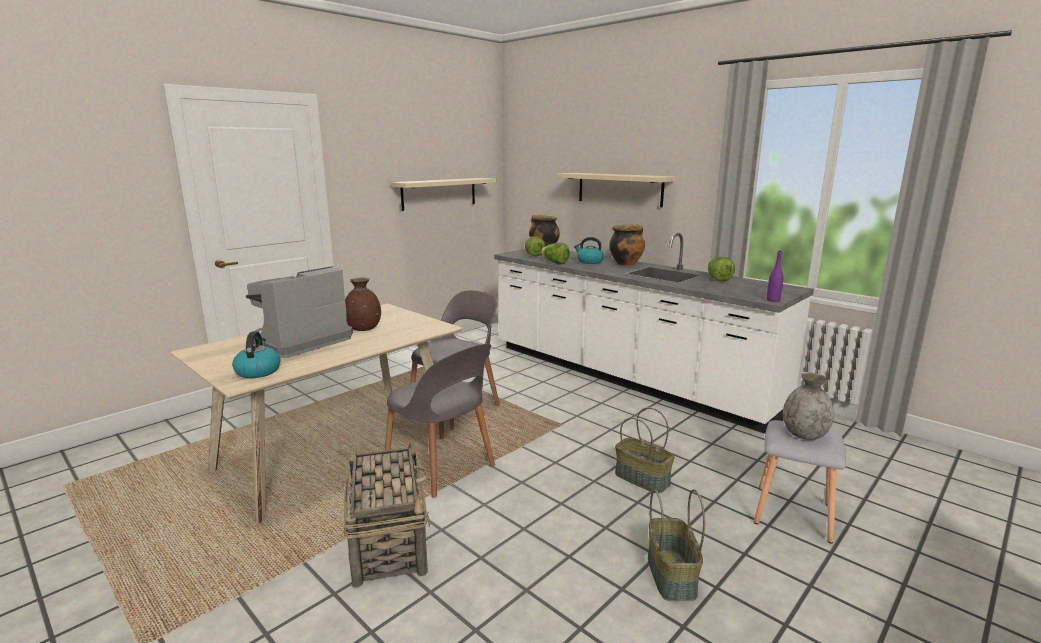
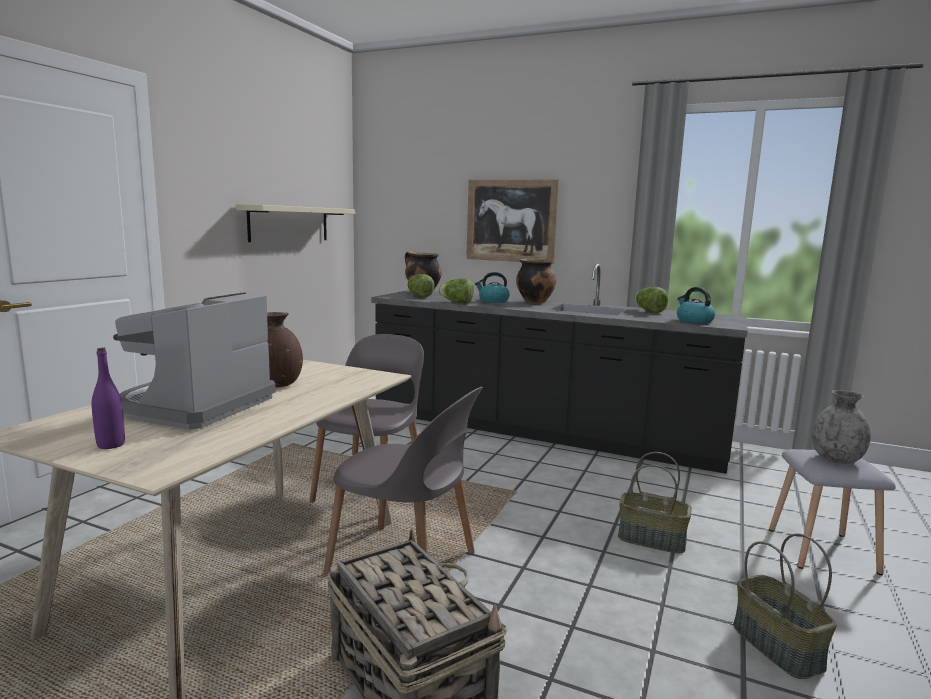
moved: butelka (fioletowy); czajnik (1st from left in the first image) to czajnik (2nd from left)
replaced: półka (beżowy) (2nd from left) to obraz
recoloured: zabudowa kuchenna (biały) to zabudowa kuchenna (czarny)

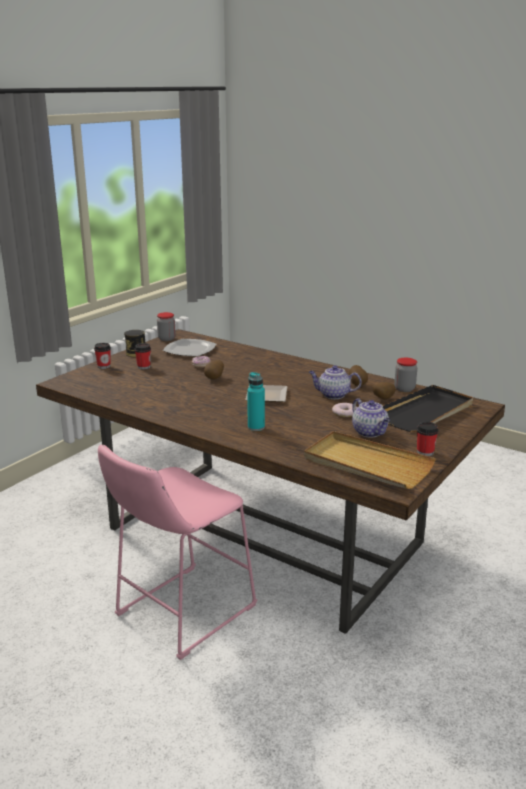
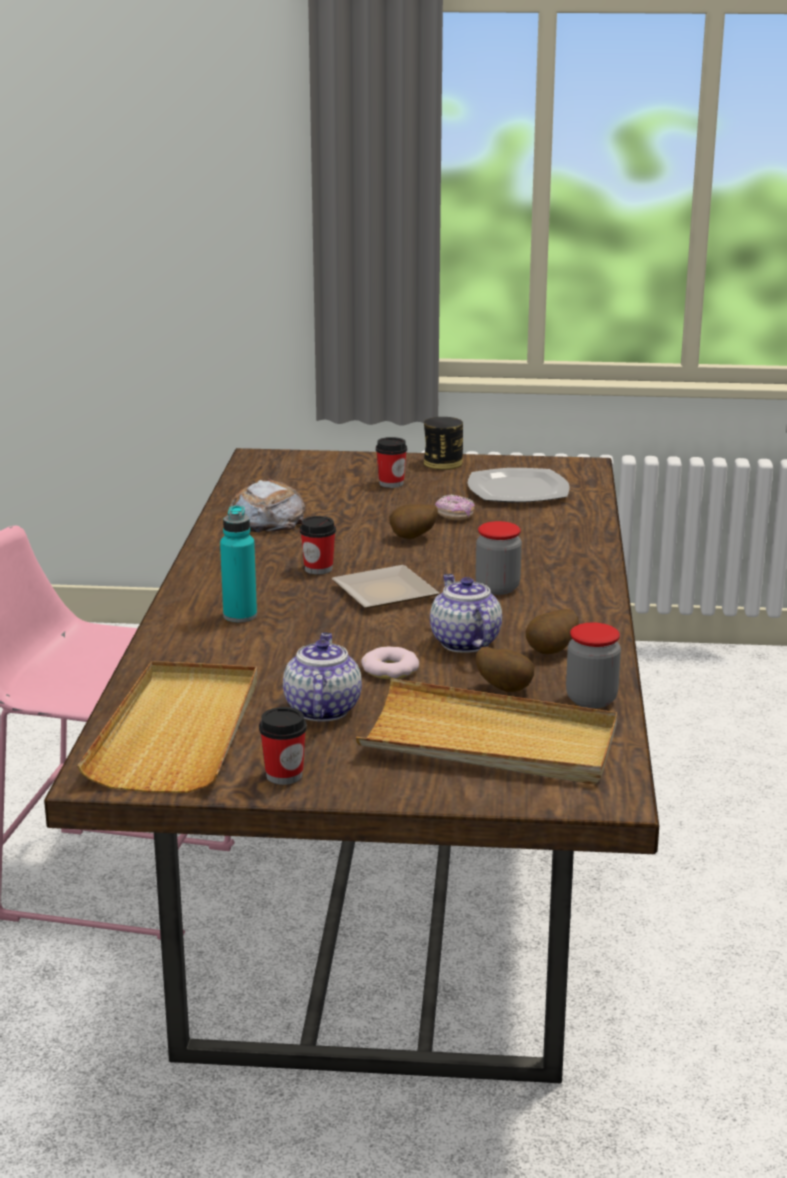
added: chleb
moved: filiżanka (1st from left in the first image) to filiżanka (2nd from left); słoik (1st from left)
recoloured: taca (czarny) to taca (beżowy) (2nd from left)
turned: imbryk (2nd from left in the first image) 150 degrees clockwise

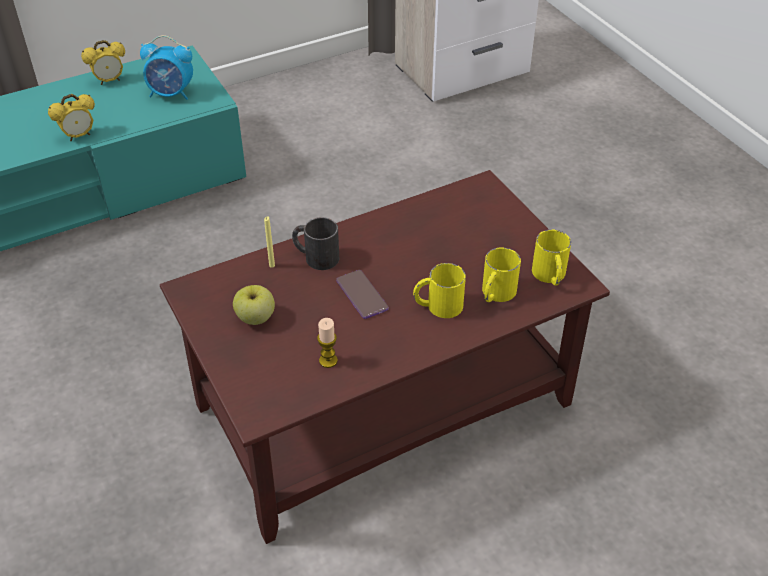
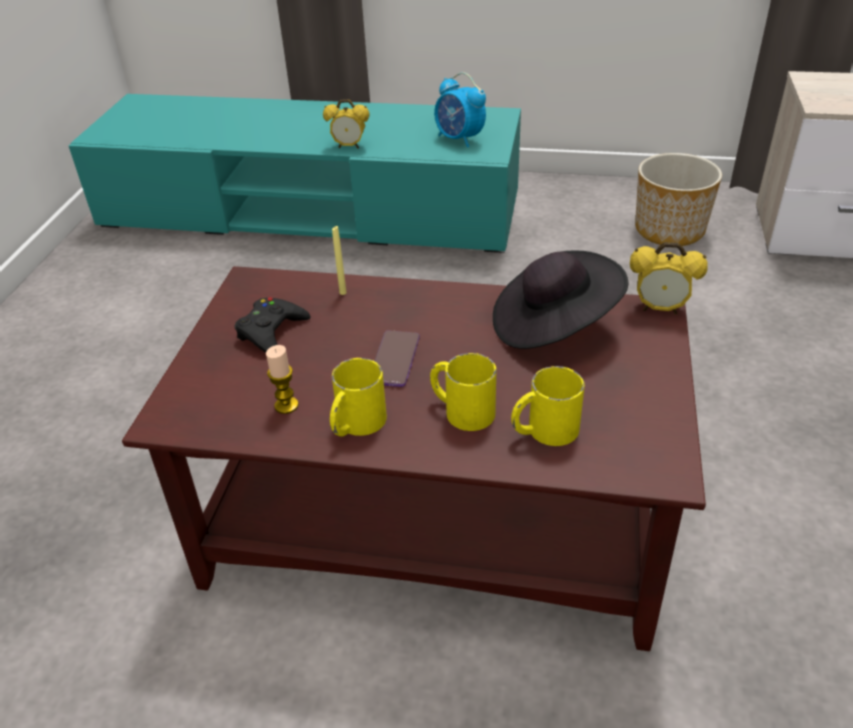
removed: kubek (czarny)
added: kapelusz (czarny); donica
moved: kubek (żółty) (3rd from left in the first image) to kubek (żółty) (1st from left); budzik (2nd from left in the first image) to budzik (3rd from left)
replaced: jabłko to pad do gier (czarny)

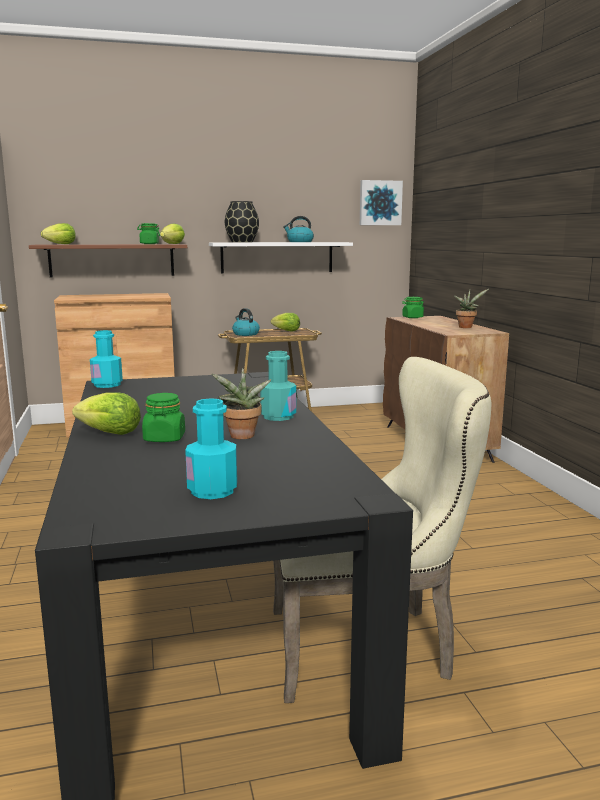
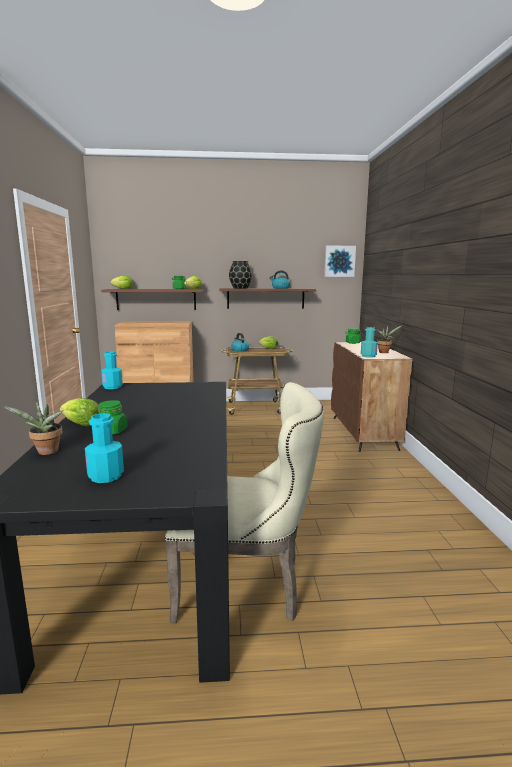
moved: roślina doniczkowa (1st from left); butelka (turkusowy) (3rd from left)
recoloured: półka (biały) to półka (brązowy) (2nd from left)

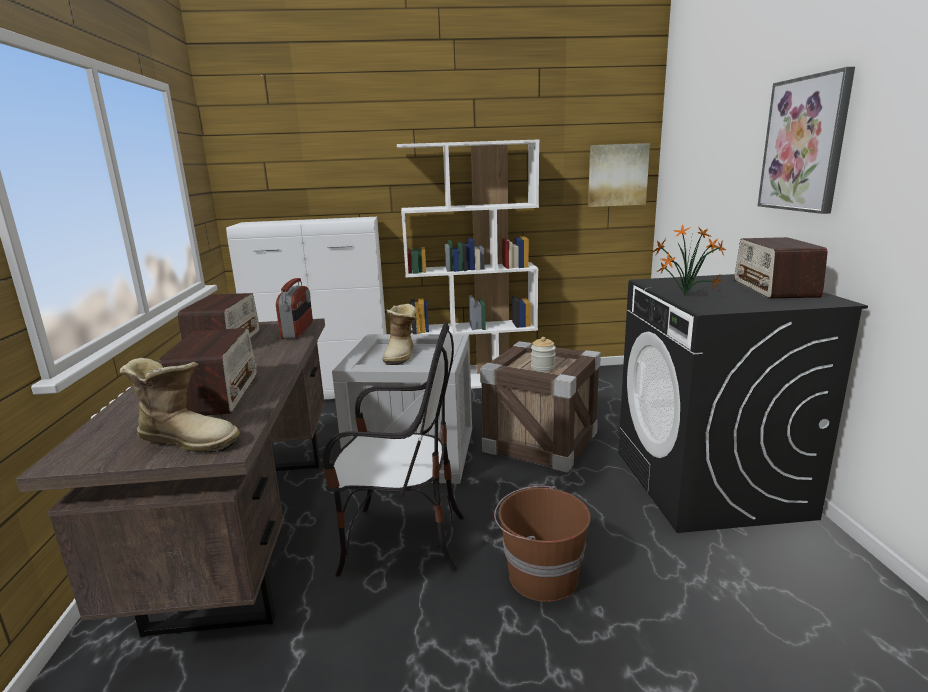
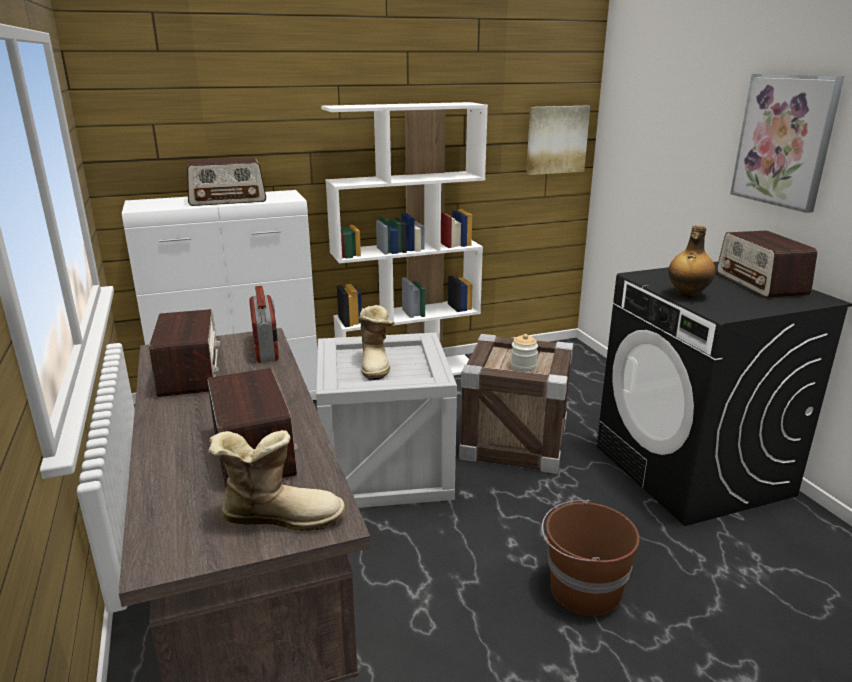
removed: krzesło
added: radio (2nd from left)
replaced: roślina doniczkowa to butelka

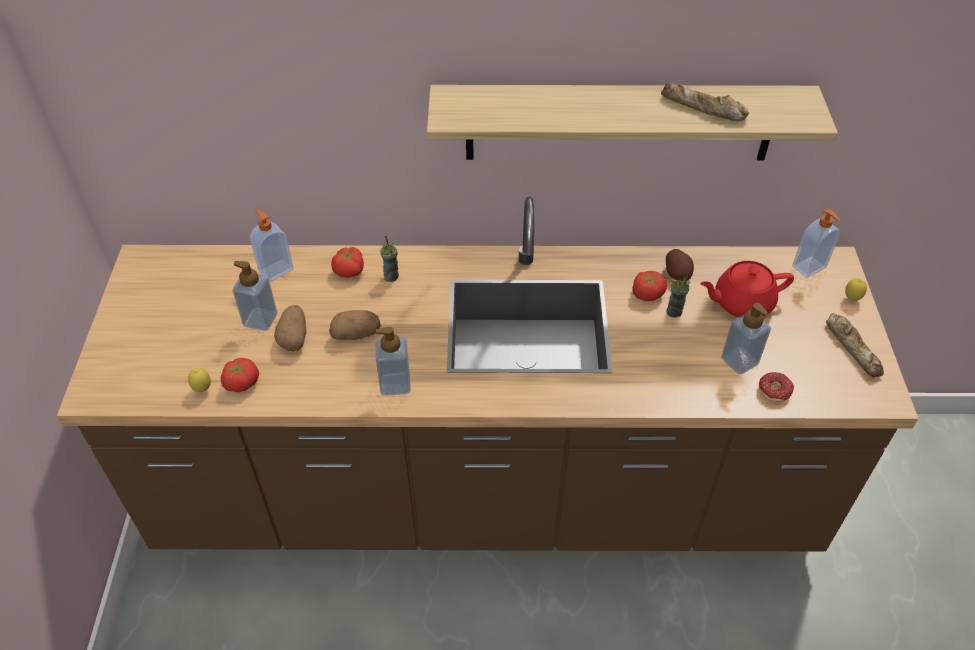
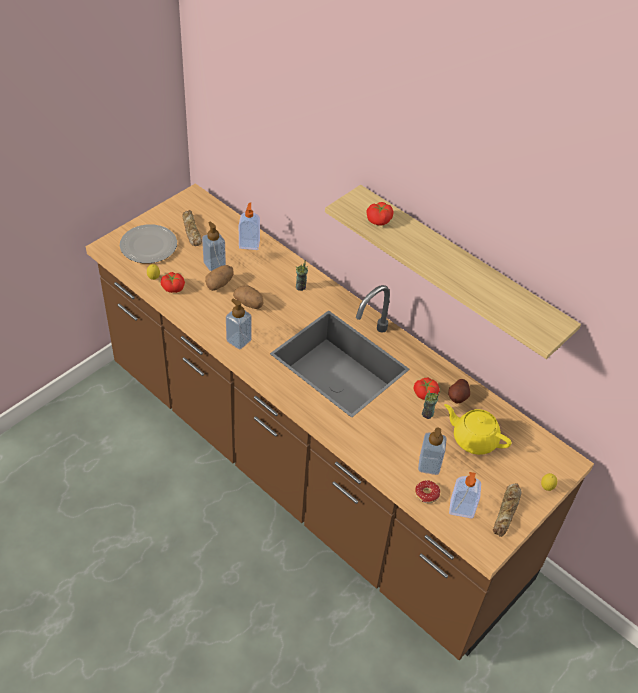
added: talerz
moved: chleb (1st from left); pomidor (2nd from left); dozownik mydła (5th from left)
recoloured: imbryk (czerwony) to imbryk (żółty)

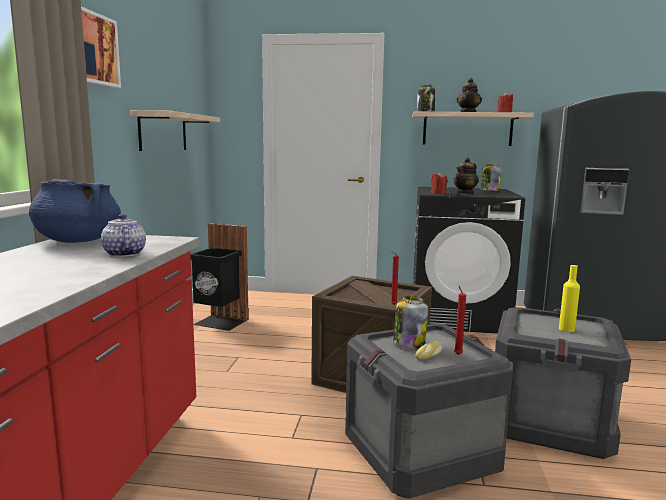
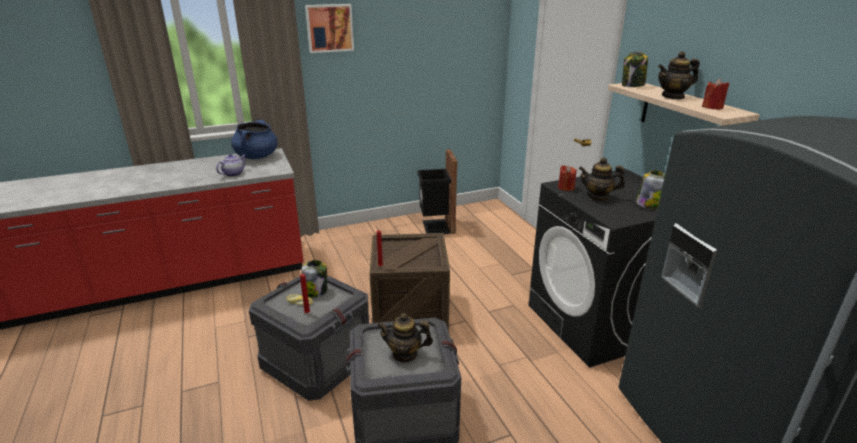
removed: półka (1st from left)
replaced: butelka (żółty) to imbryk (2nd from left)

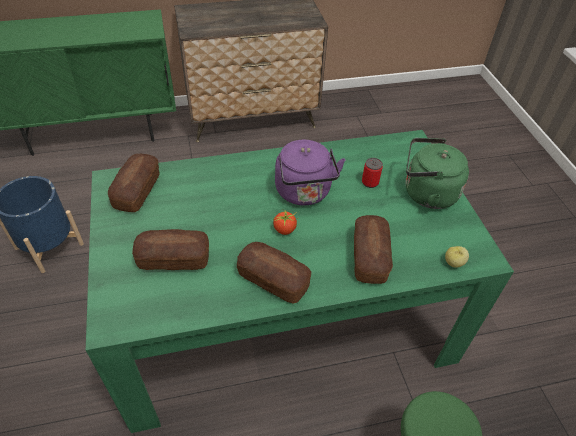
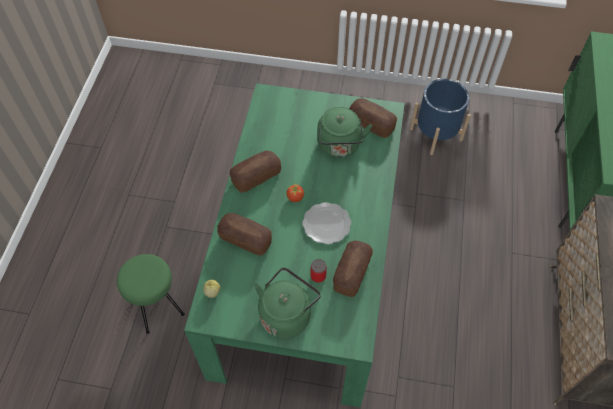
added: czajnik (zielony) (2nd from left)
moved: chleb (2nd from left in the first image) to chleb (3rd from left)
replaced: czajnik (fioletowy) to talerz

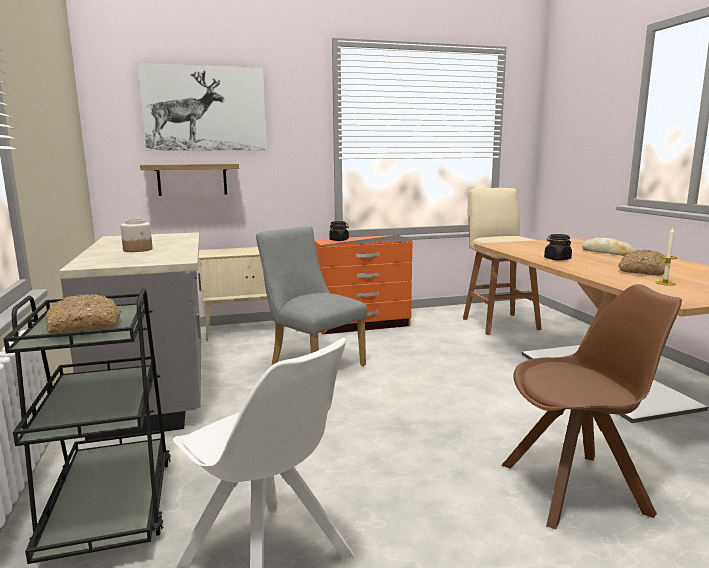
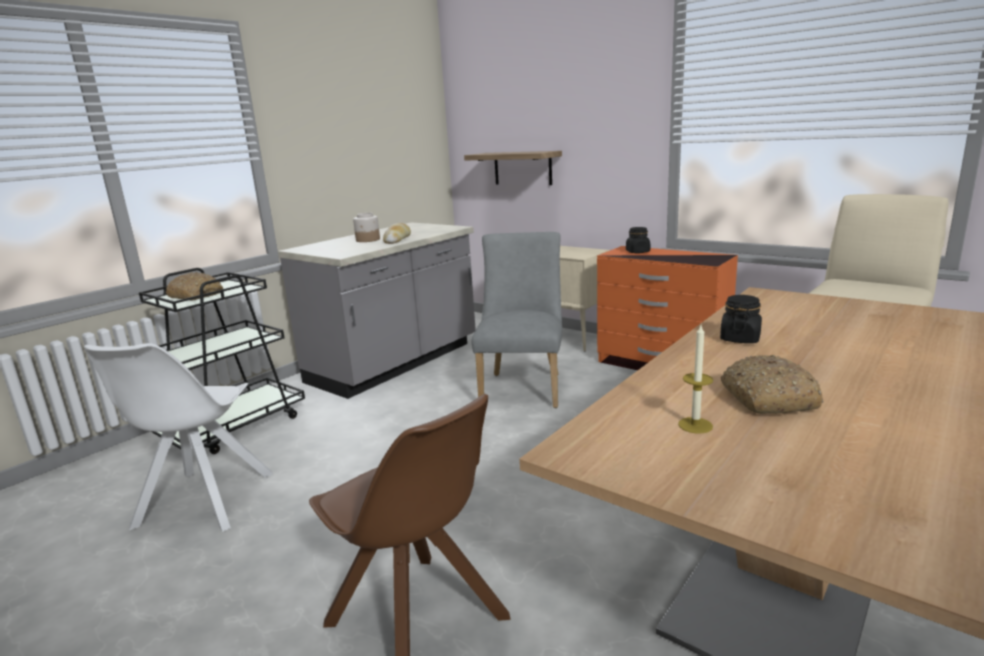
removed: obraz
moved: chleb (2nd from left)

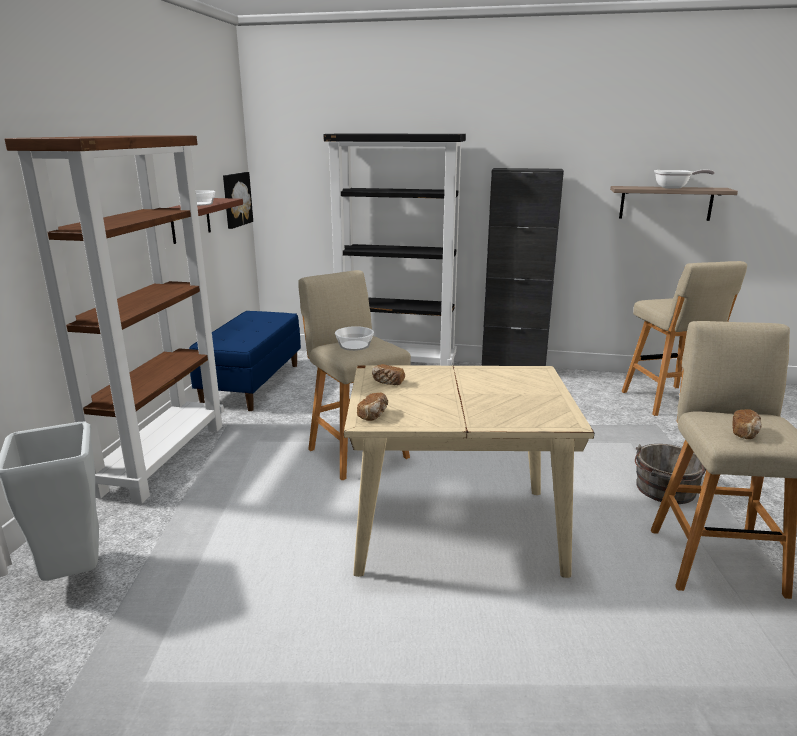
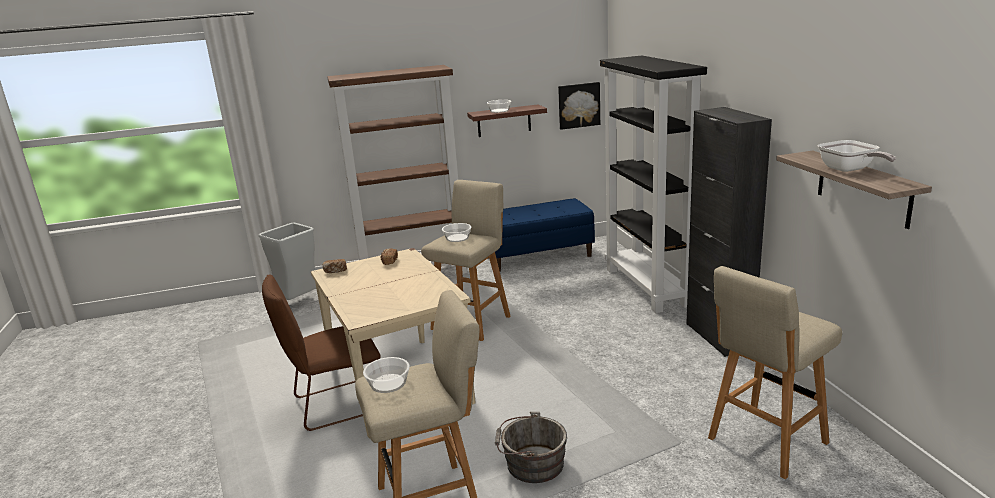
added: krzesło (brązowy)
replaced: chleb (3rd from left) to miska (1st from left)

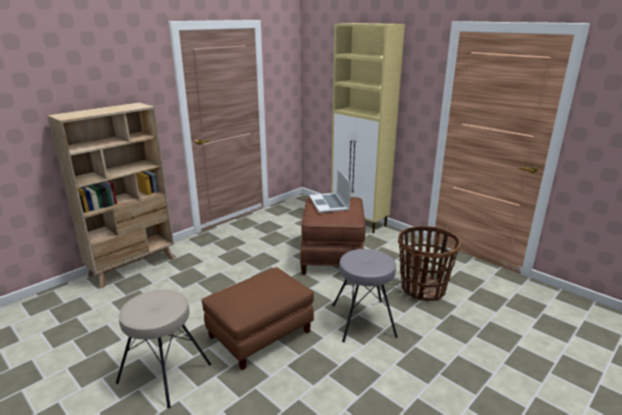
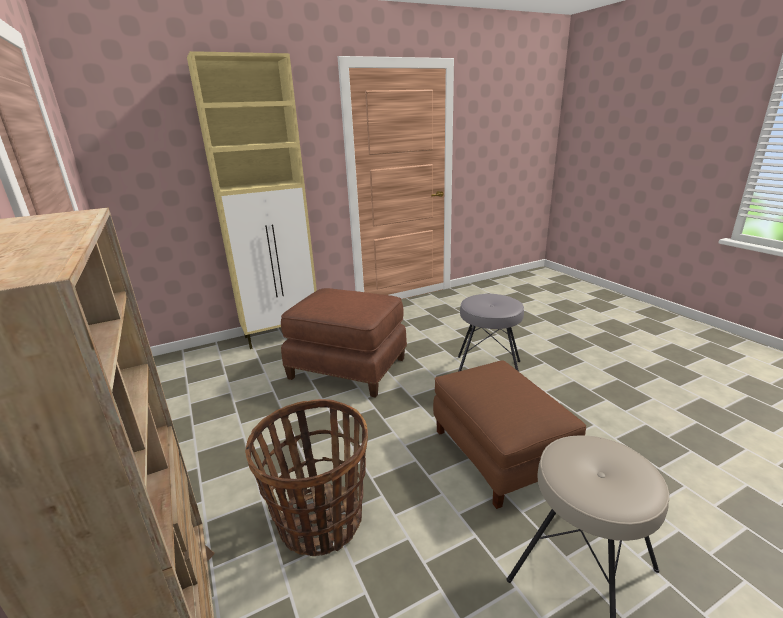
removed: laptop
moved: koszyk

